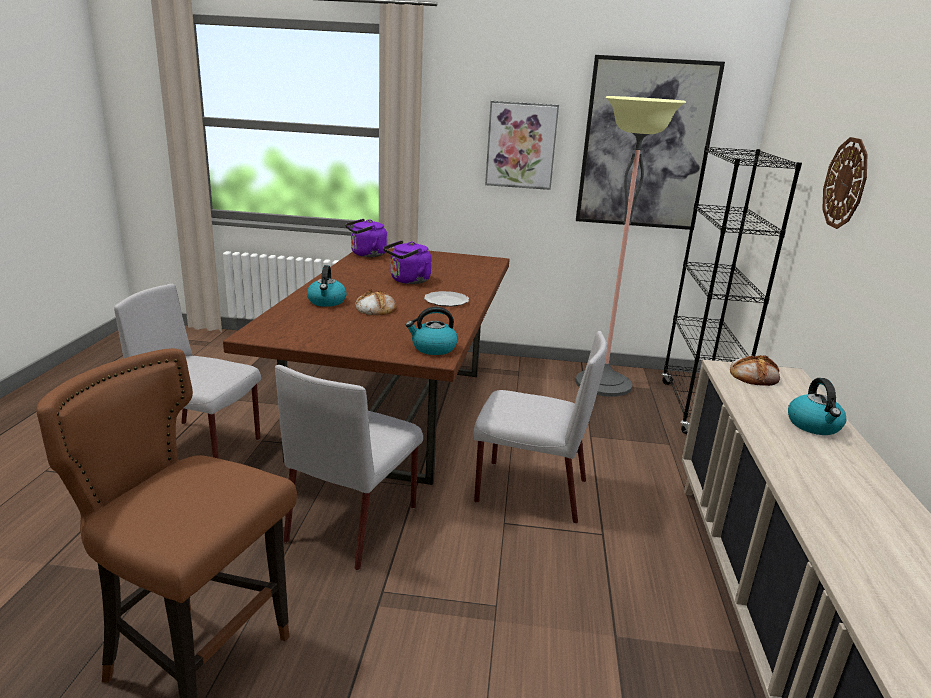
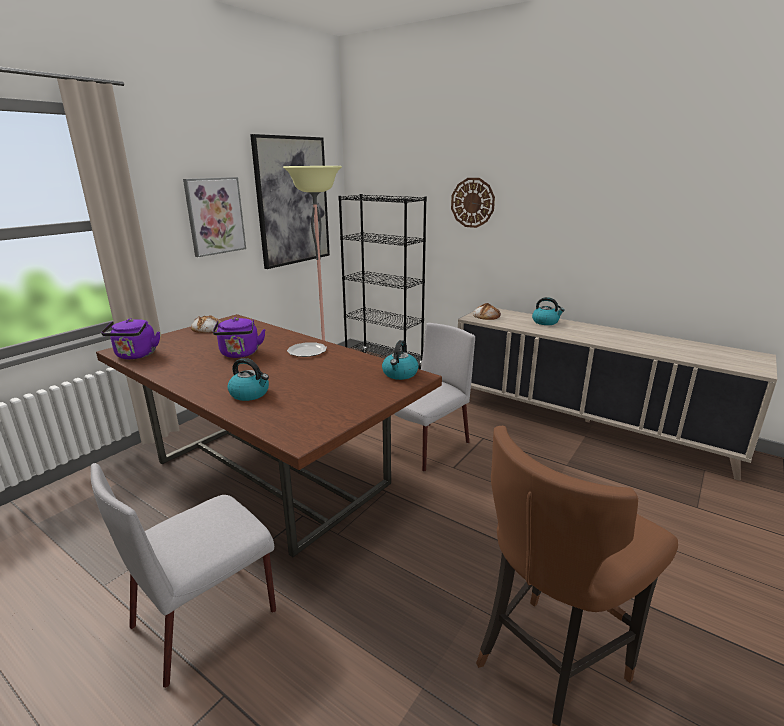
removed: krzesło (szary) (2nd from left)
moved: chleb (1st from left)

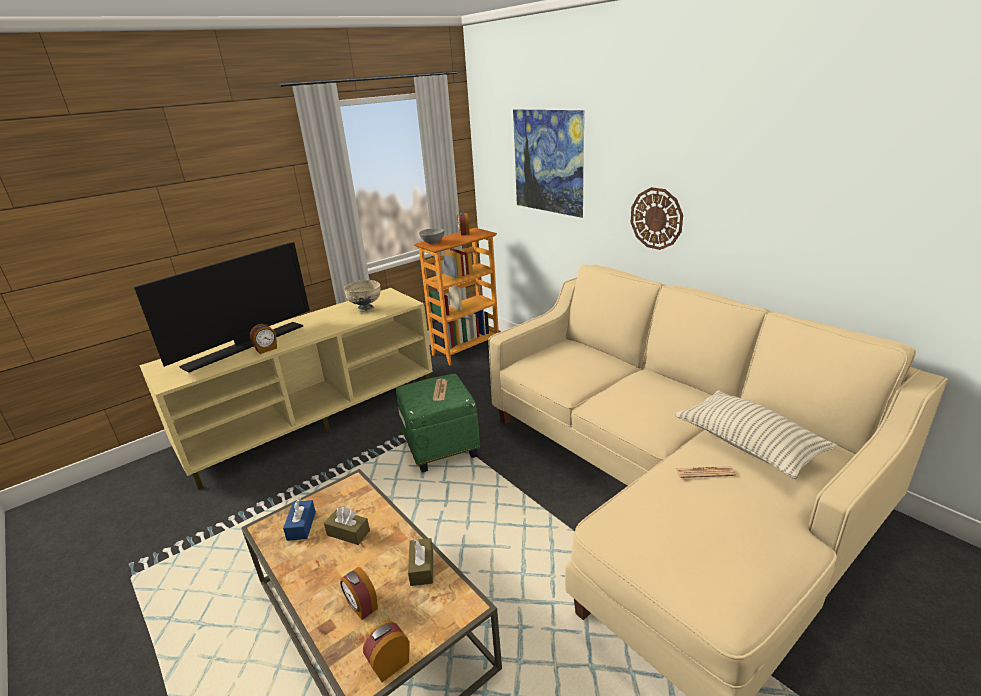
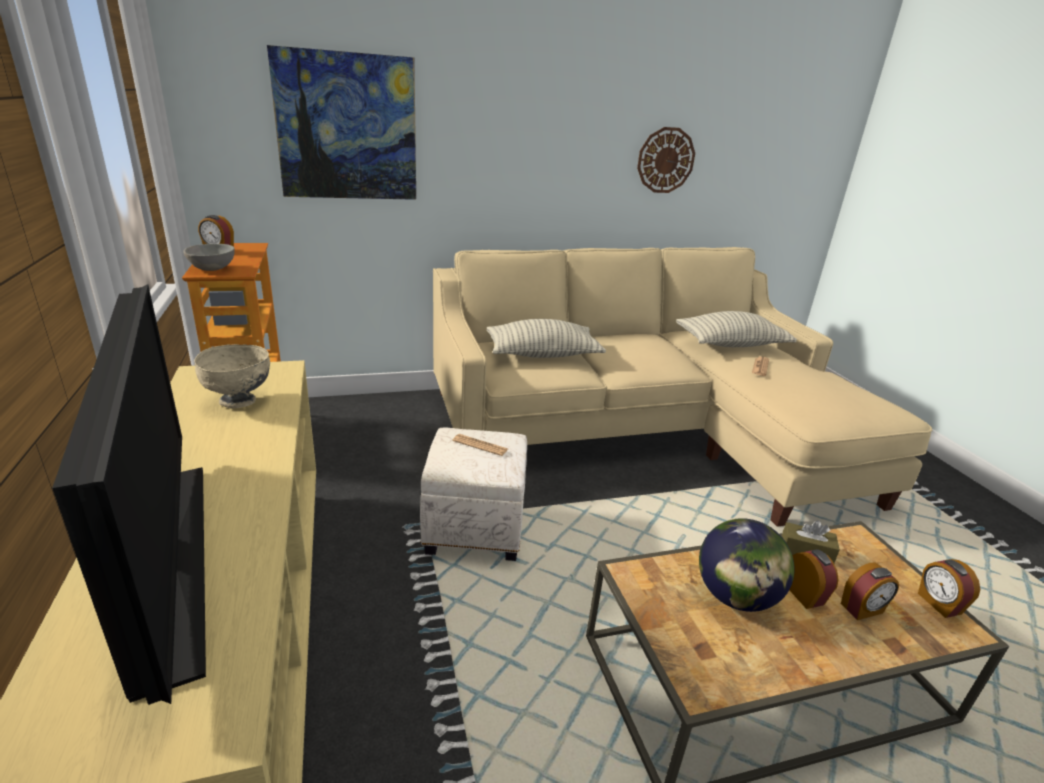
removed: pudełko chusteczek (niebieski)
added: poduszka (1st from left)
moved: zegar ścienny; budzik (1st from left in the first image) to budzik (2nd from left)
replaced: pudełko chusteczek (brązowy) (1st from left) to globus
recoloured: pufa (zielony) to pufa (biały)

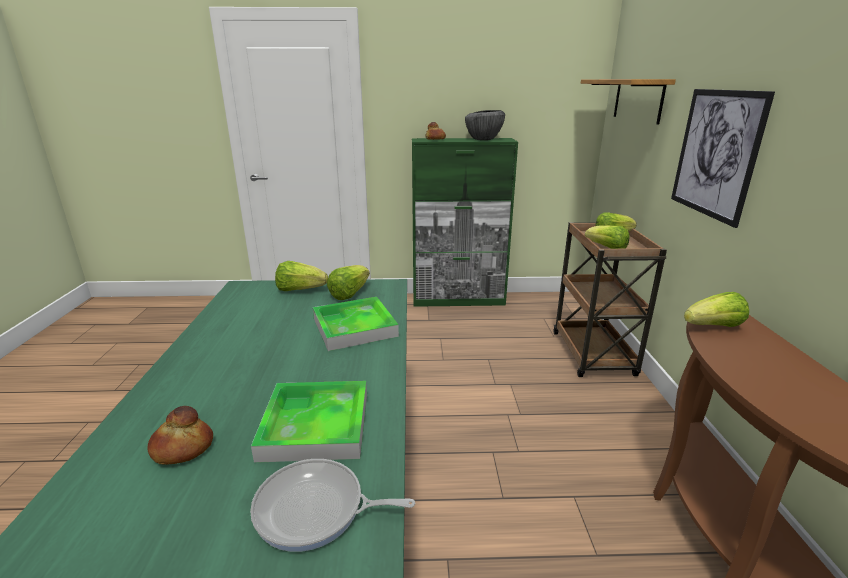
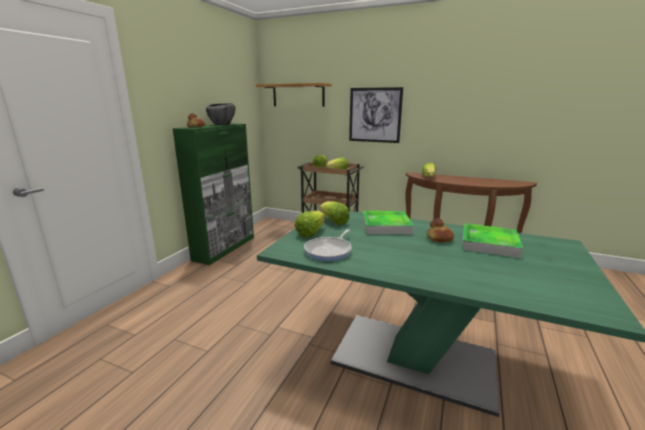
moved: patelnia; chleb (1st from left in the first image) to chleb (2nd from left)

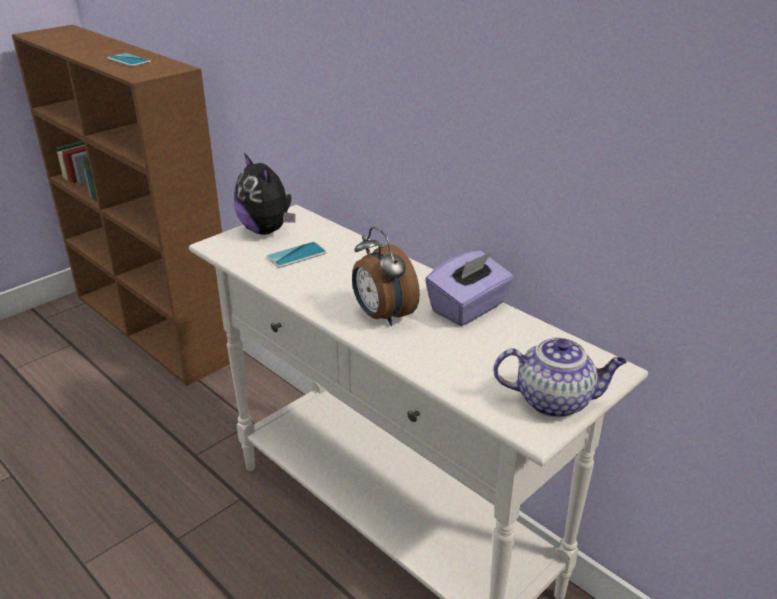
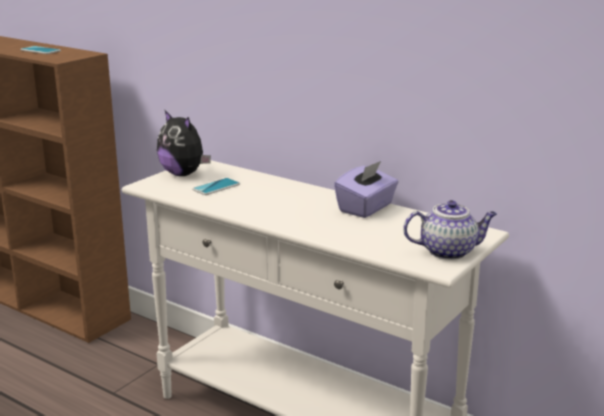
removed: budzik

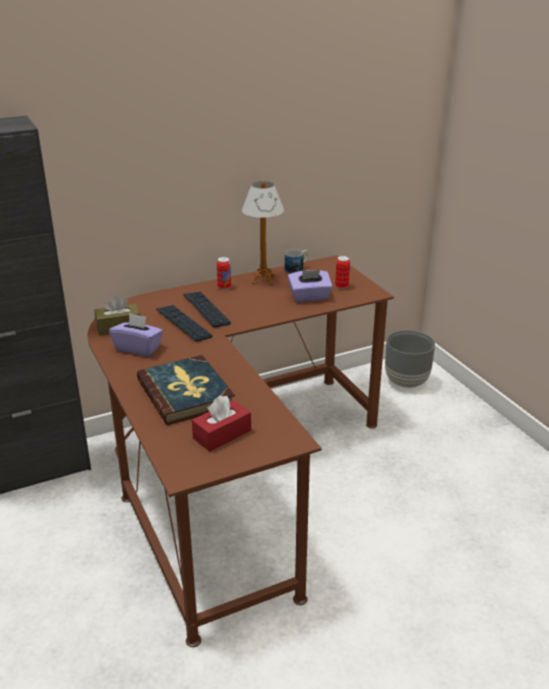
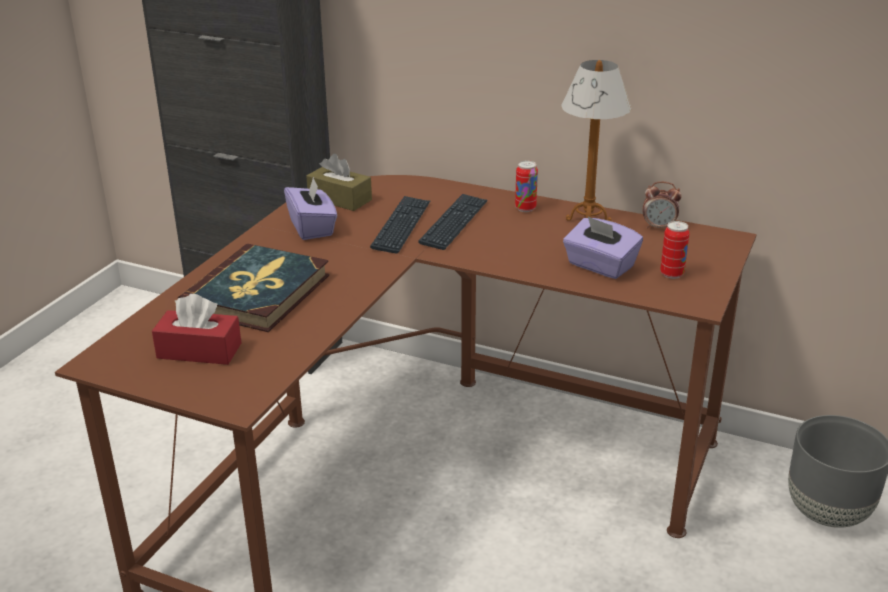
replaced: kubek to budzik

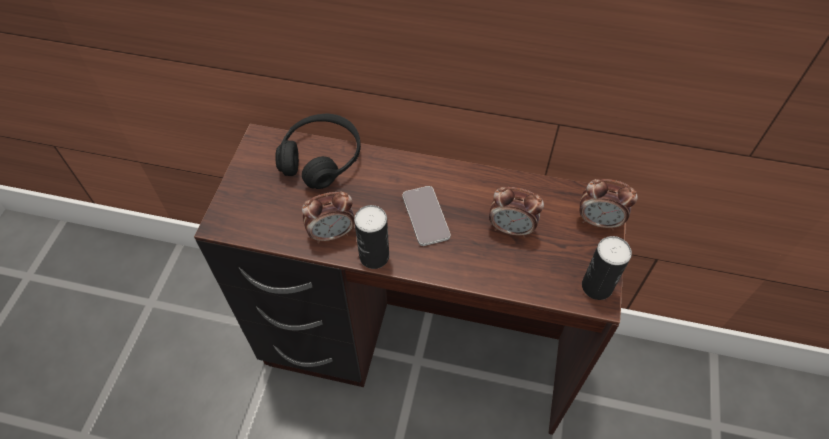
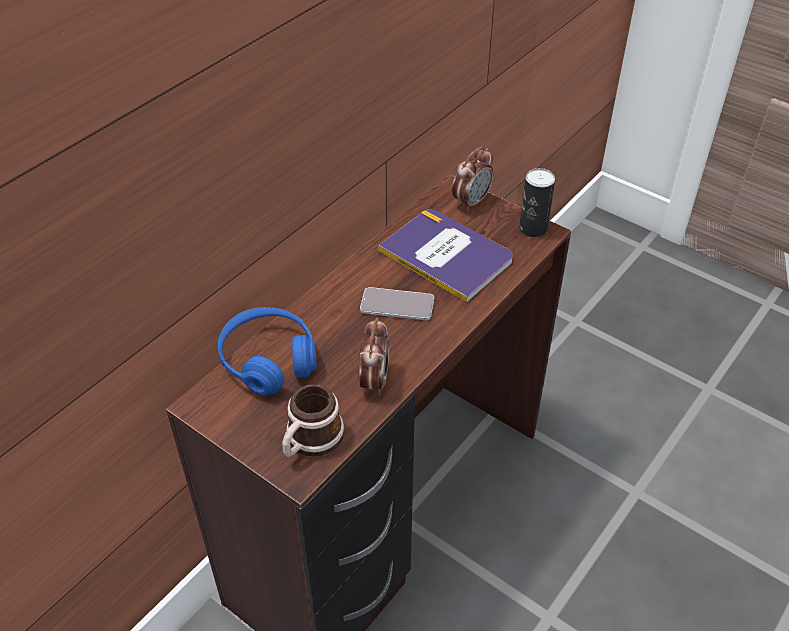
removed: puszka (1st from left)
added: kubek
replaced: budzik (2nd from left) to książka
recoloured: słuchawki (czarny) to słuchawki (niebieski)

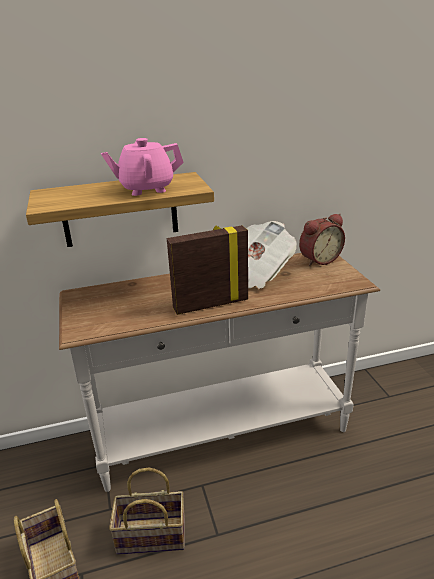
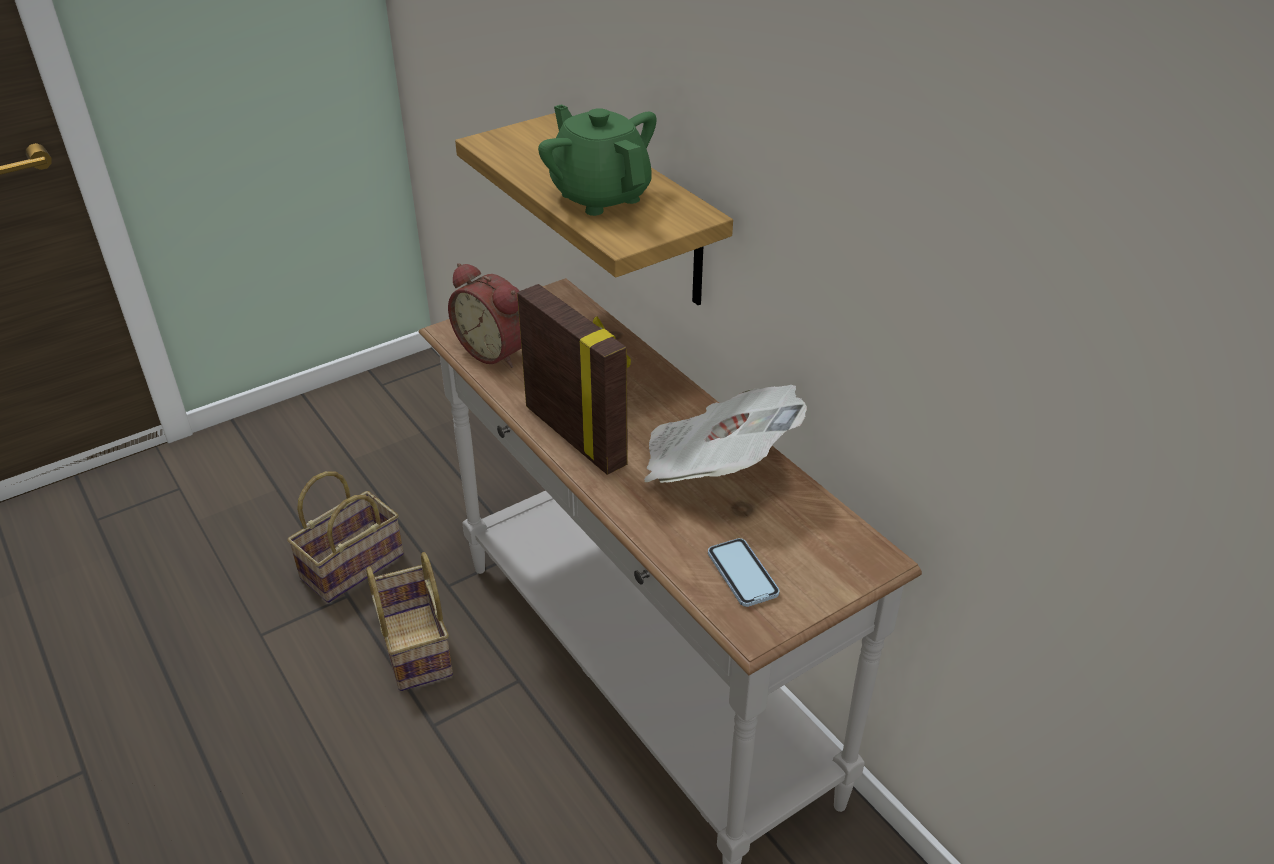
added: telefon
moved: budzik
recoloured: imbryk (różowy) to imbryk (zielony)

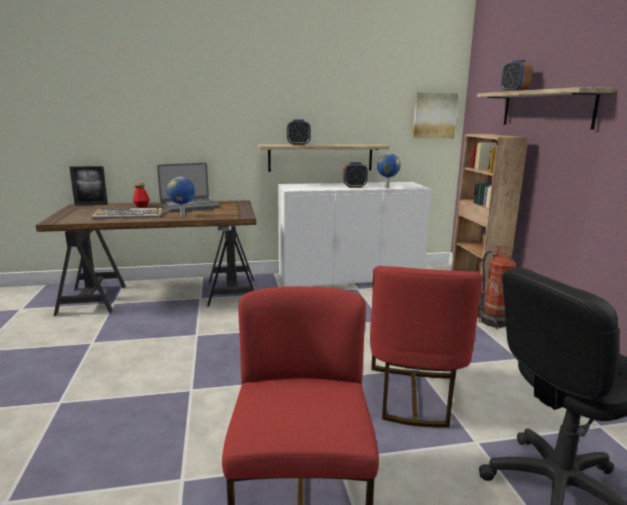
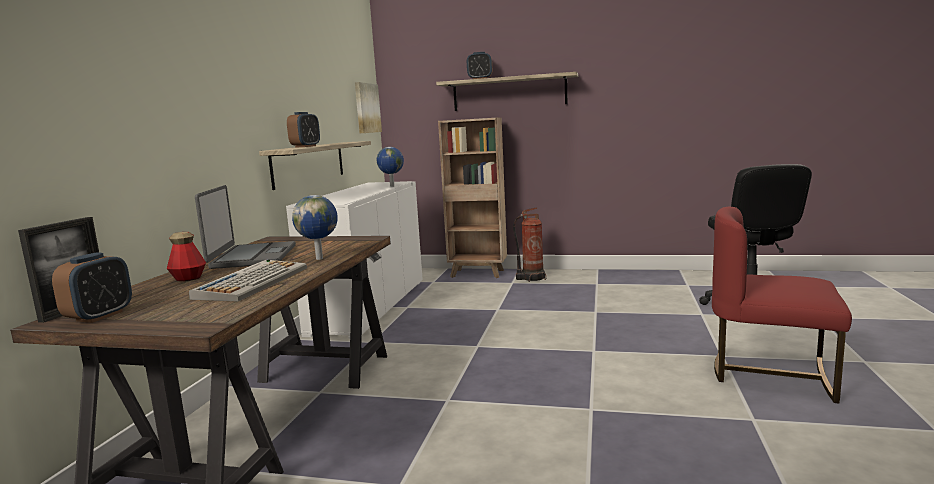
removed: krzesło (czerwony) (2nd from left)
moved: budzik (2nd from left in the first image) to budzik (1st from left)

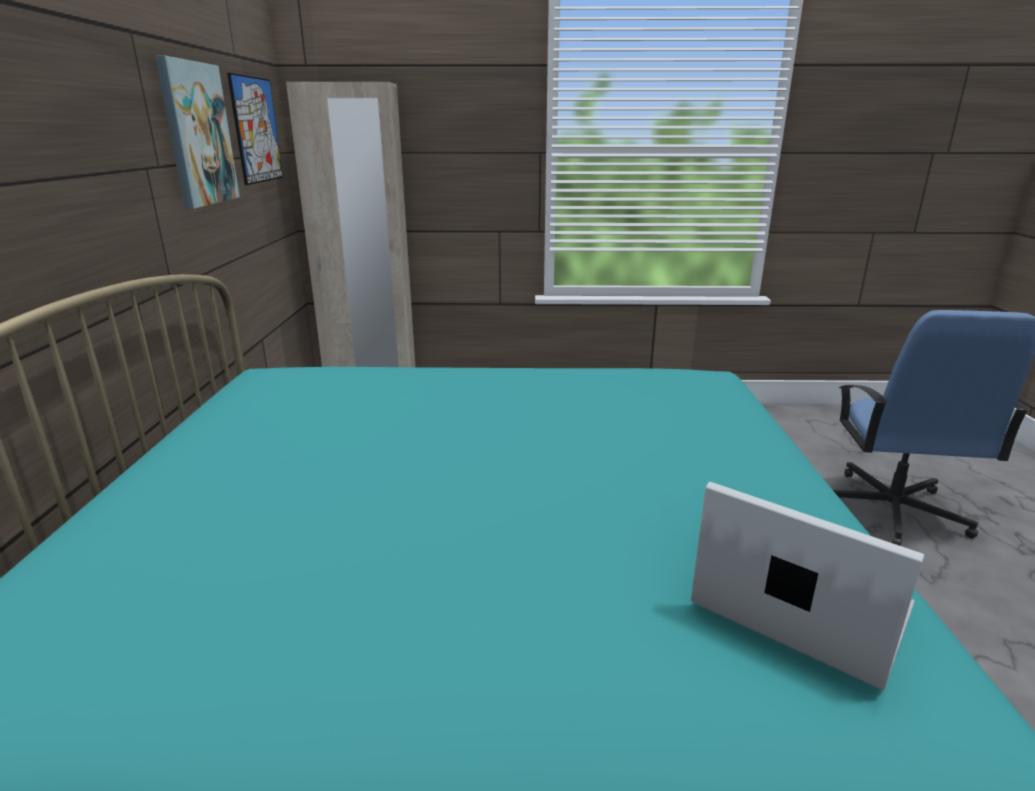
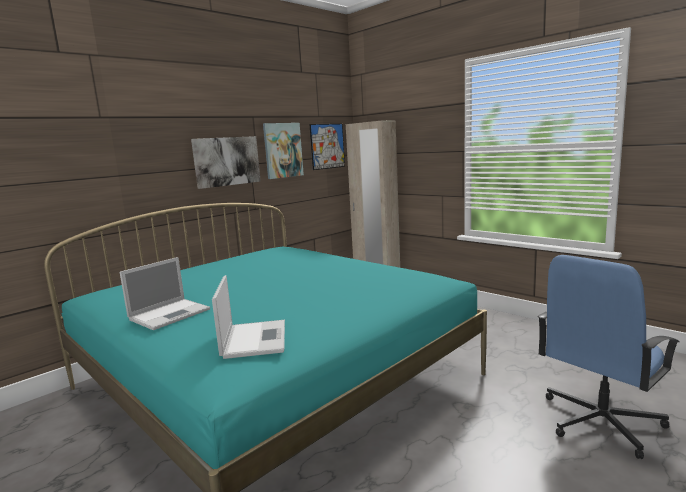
added: laptop (1st from left); obraz (1st from left)

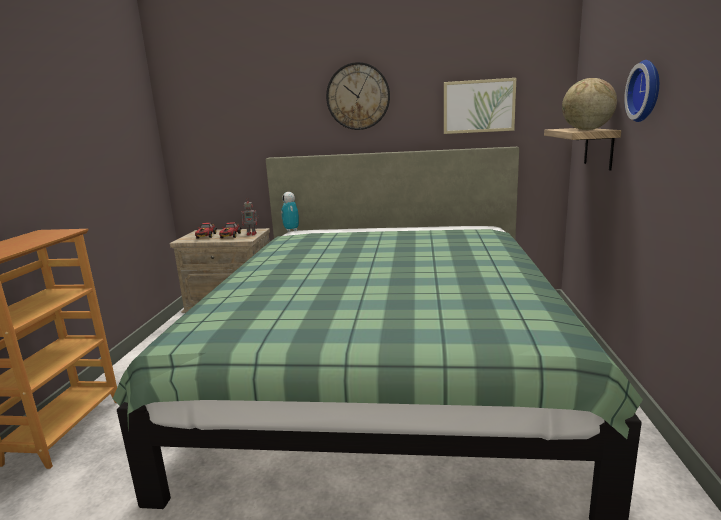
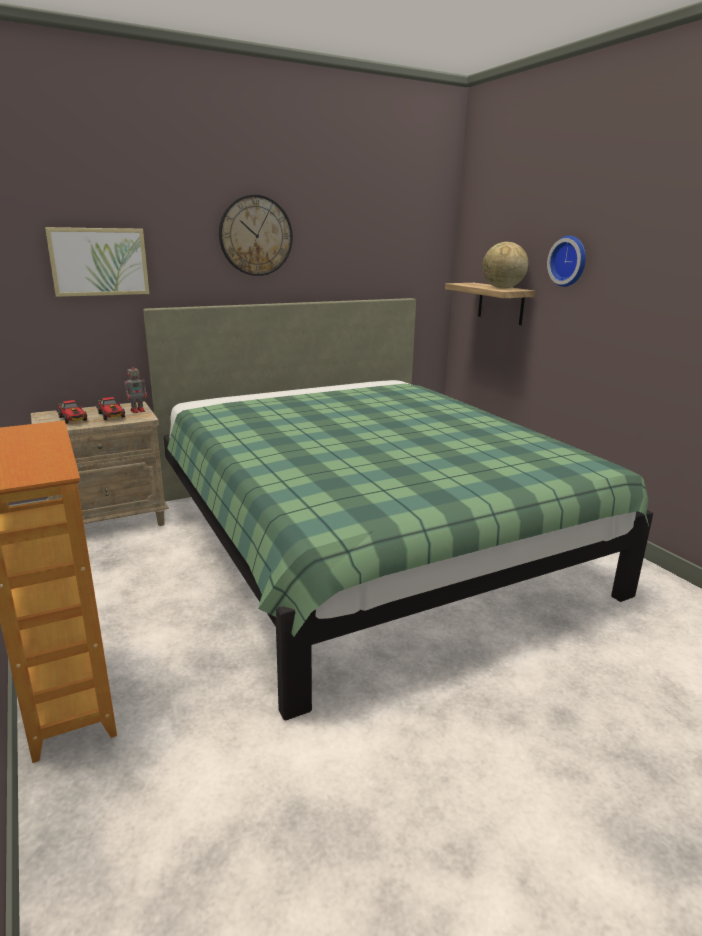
removed: robot zabawkowy (2nd from left)
moved: obraz

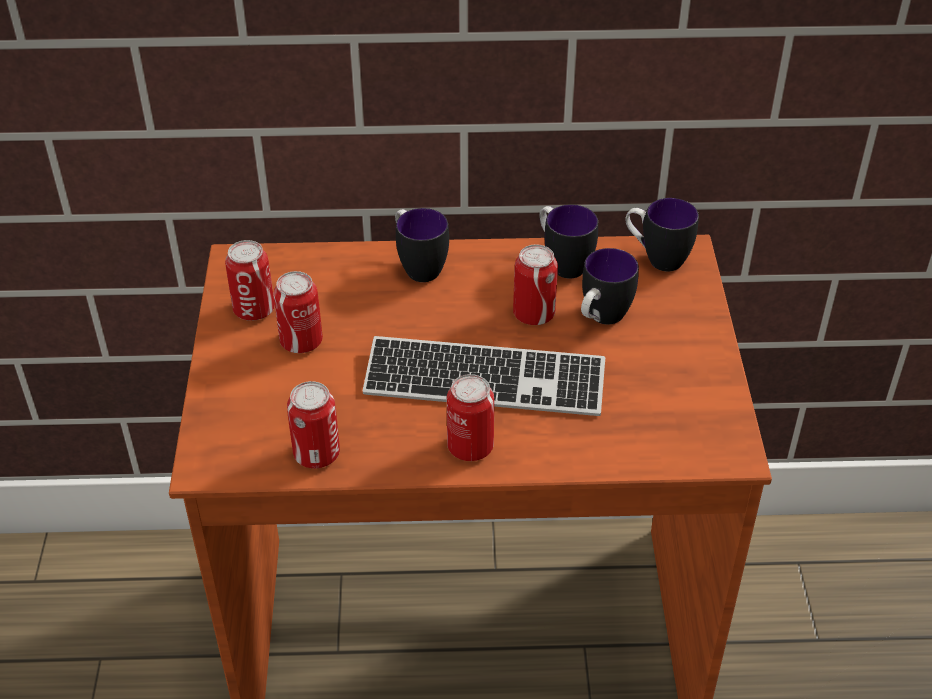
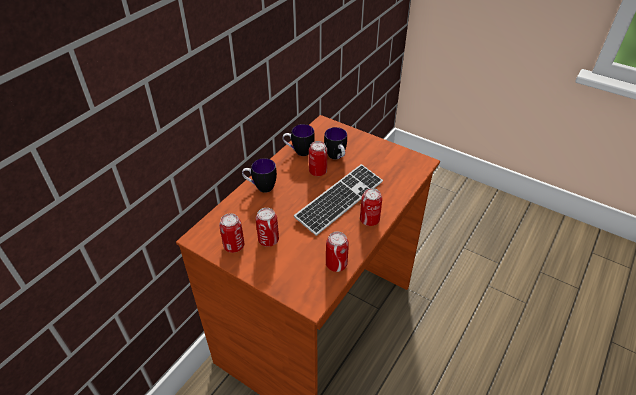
removed: kubek (4th from left)

